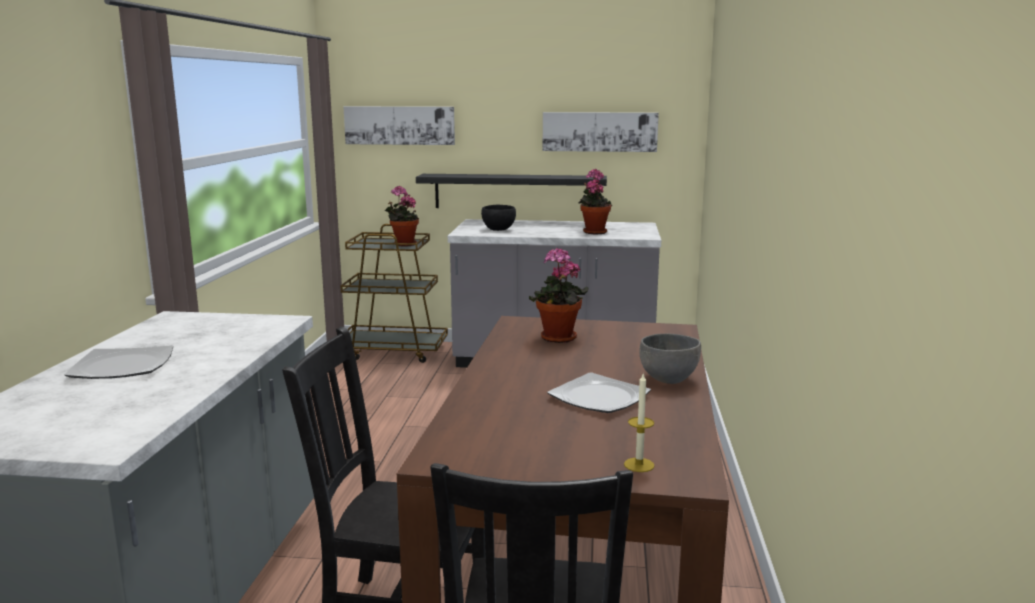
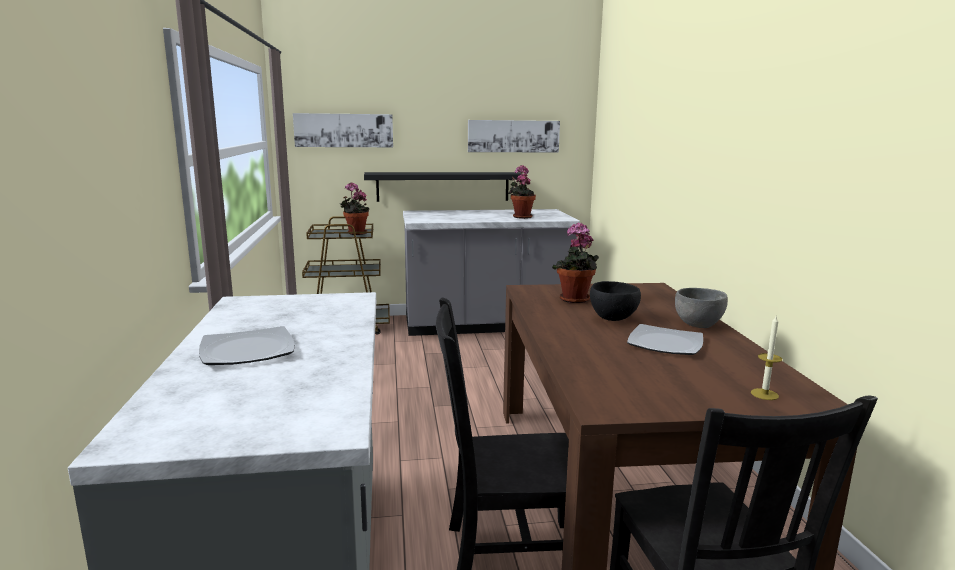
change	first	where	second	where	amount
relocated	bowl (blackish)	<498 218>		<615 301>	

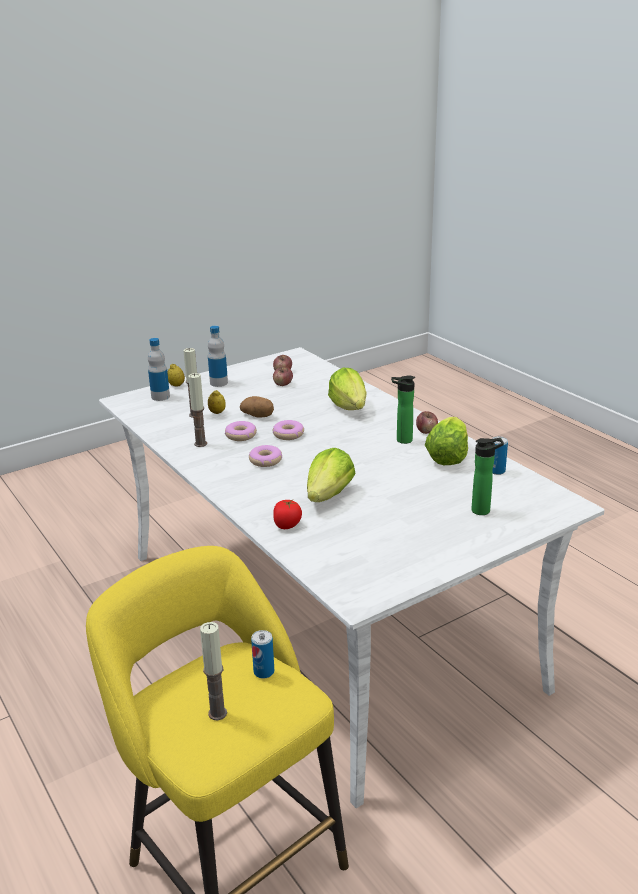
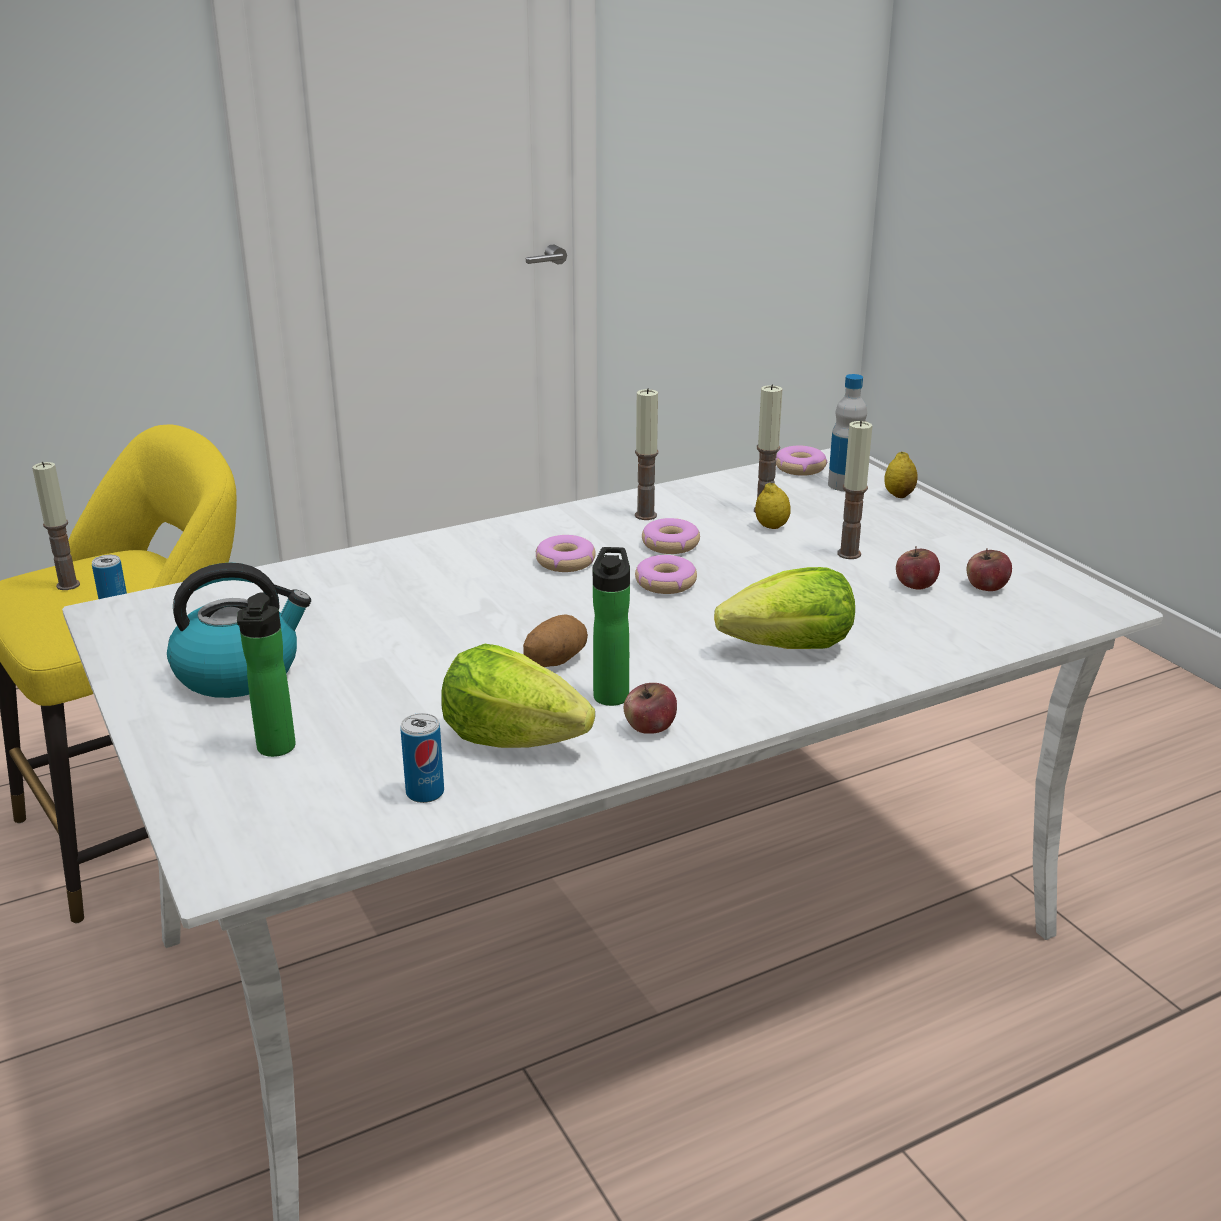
change	first	where	second	where	amount
missing	drink bottle	<218 356>			
relocated	potato	<257 407>		<555 640>	
missing	tomato	<287 514>			
missing	lettuce	<331 475>			
appeared			water kettle	<239 630>	
appeared			ring doughnut	<801 461>	
appeared			candle	<855 489>	

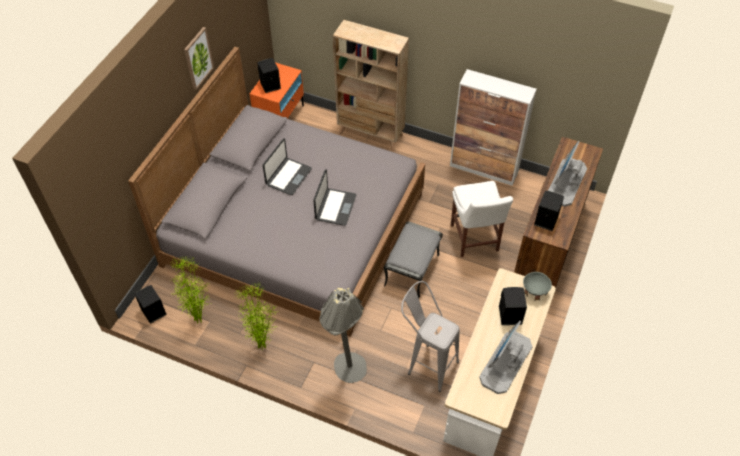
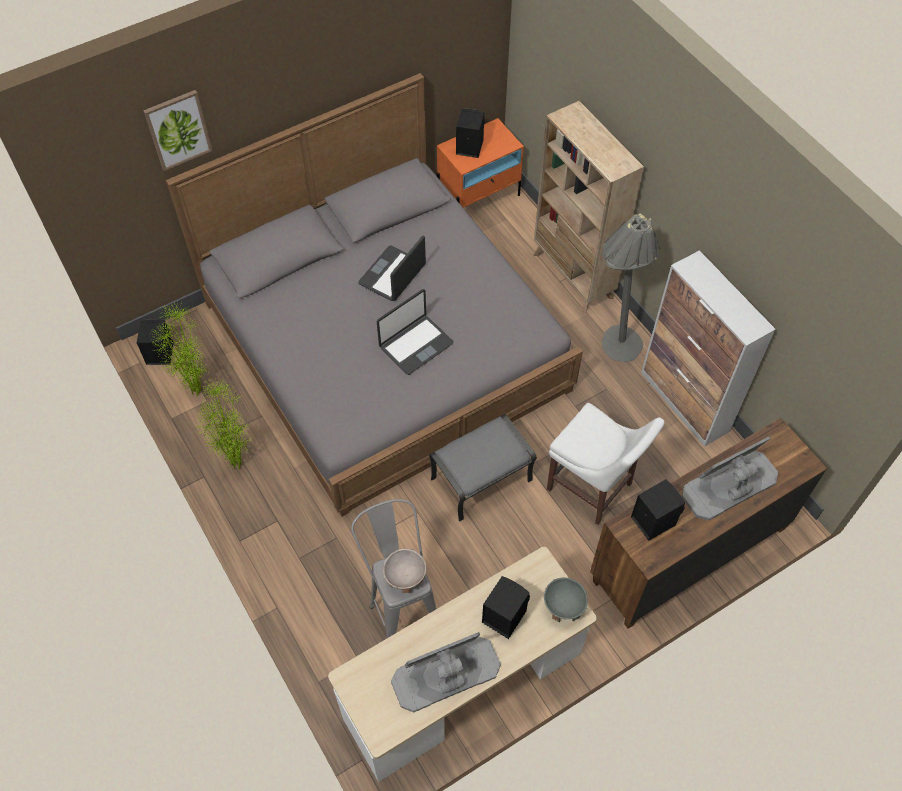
change	first	where	second	where	amount
relocated	picture	<199 58>		<178 130>	
spun	laptop	<287 166>		<392 268>	150 degrees clockwise
relocated	floor lamp (gray)	<343 335>		<631 288>	
spun	chair (whitish)	<482 219>		<606 464>	75 degrees counterclockwise
appeared			bowl (beige-coloured)	<404 571>	

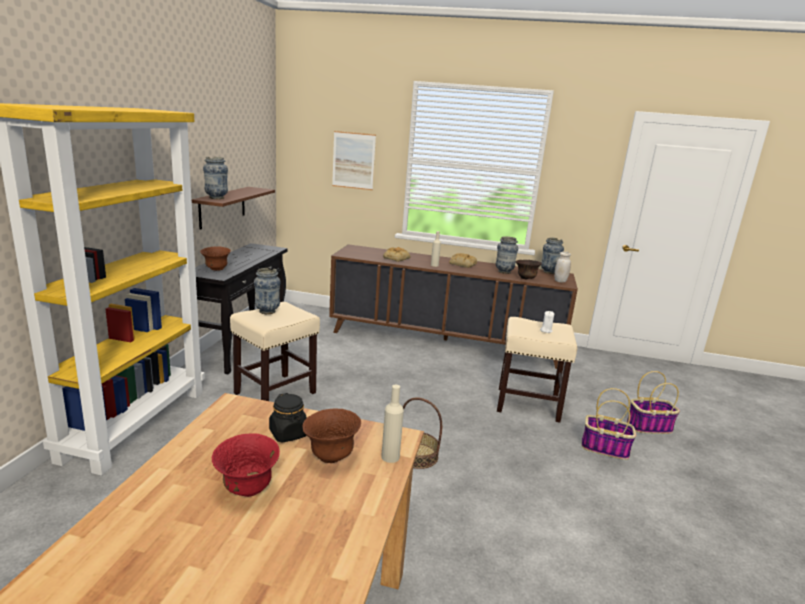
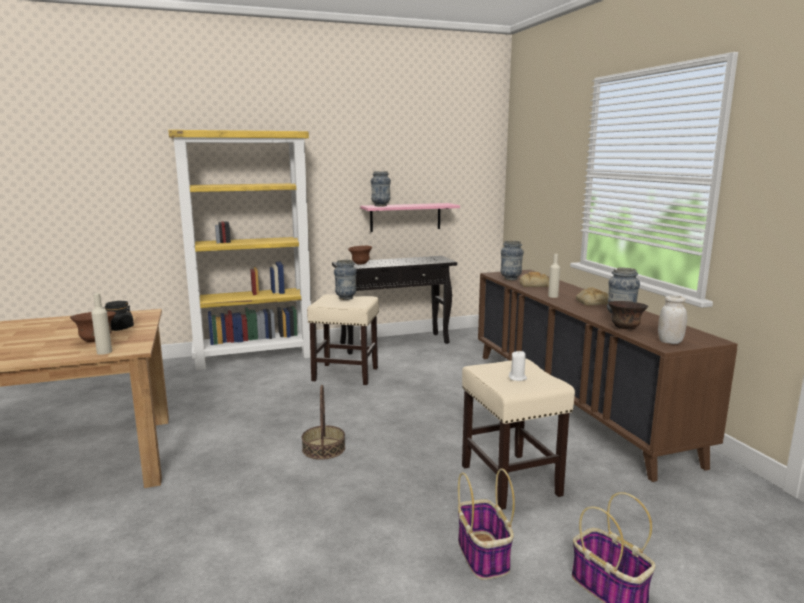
change	first	where	second	where	amount
colour	wall shelf (brownish)	<233 208>	wall shelf (pink-coloured)	<410 217>	
missing	bowl (reddish)	<246 465>			
missing	picture	<354 160>			
relocated	flower vase	<552 256>		<512 260>	

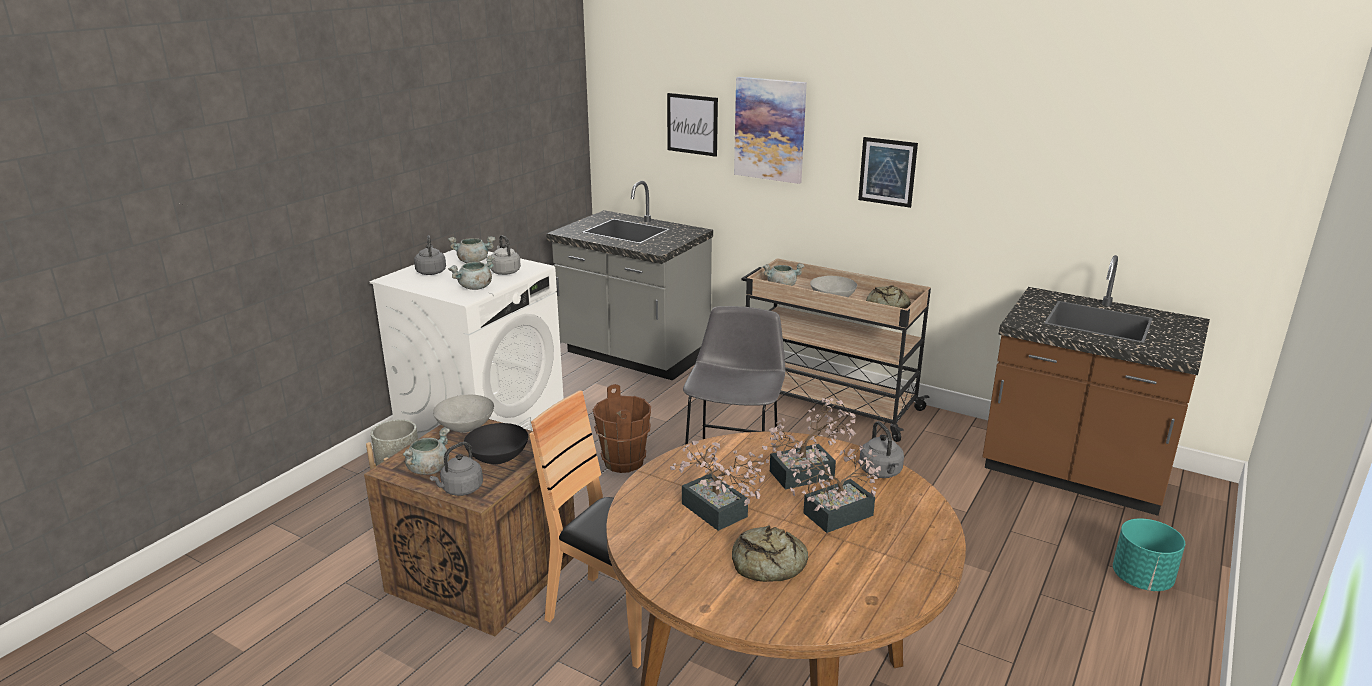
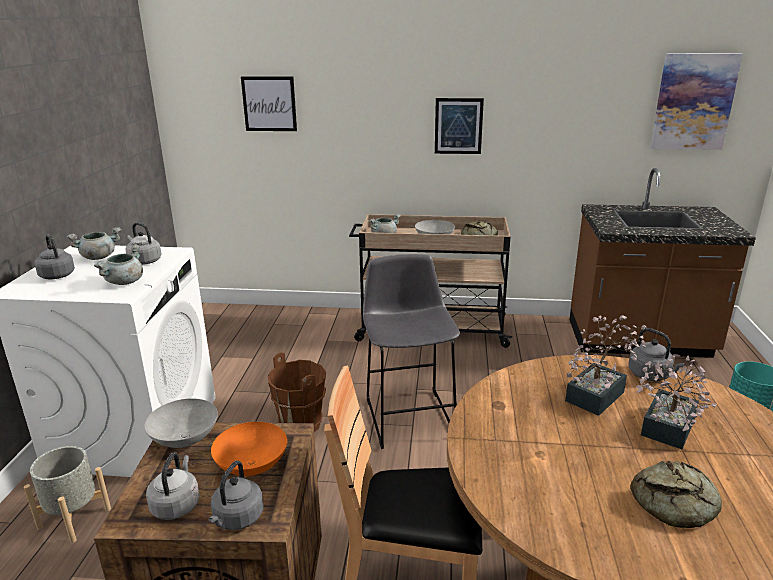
change	first	where	second	where	amount
exchanged	stockpot (gray)	<426 451>	water kettle (gray)	<173 486>	
colour	bowl (blackish)	<496 443>	bowl (orange)	<249 449>	
missing	kitchen counter (gray)	<629 281>			
missing	plant in a pot	<720 486>			
relocated	picture	<770 130>		<696 101>	

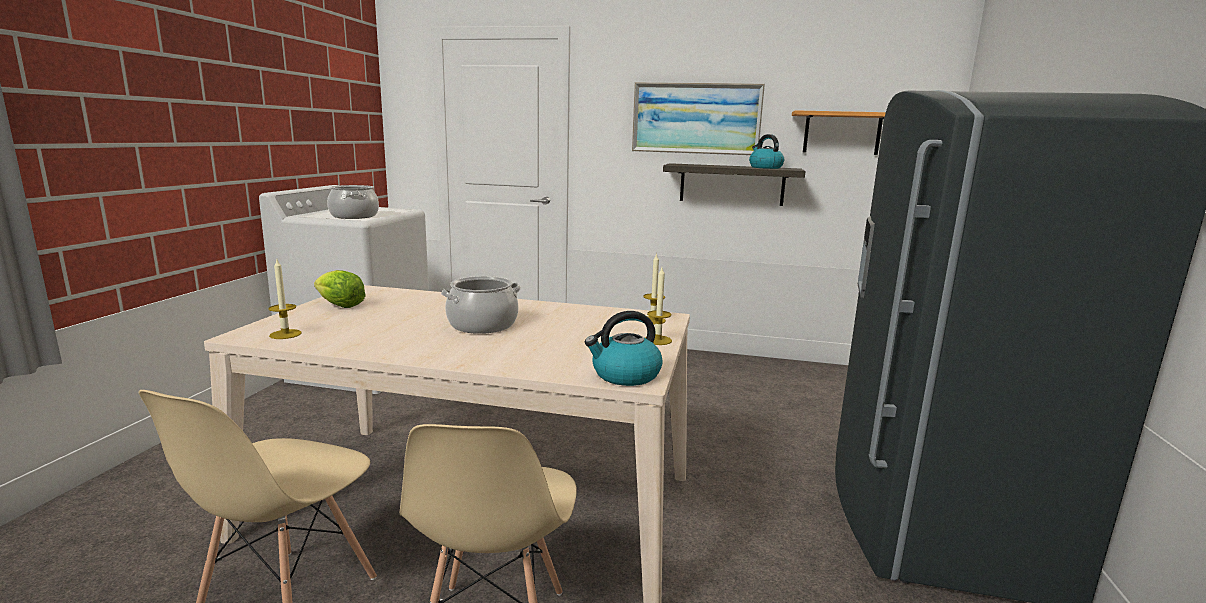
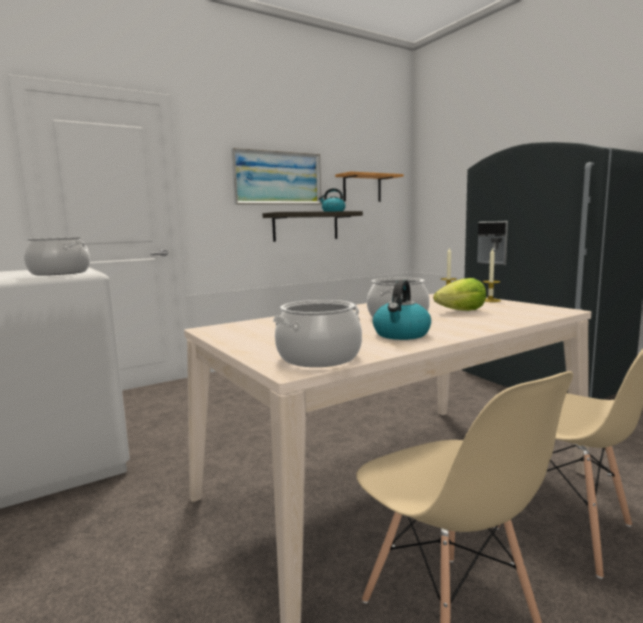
change	first	where	second	where	amount
exchanged	candle	<285 299>	stockpot	<317 333>	
relocated	lettuce	<340 289>		<459 294>	
relocated	water kettle	<624 348>		<402 310>	

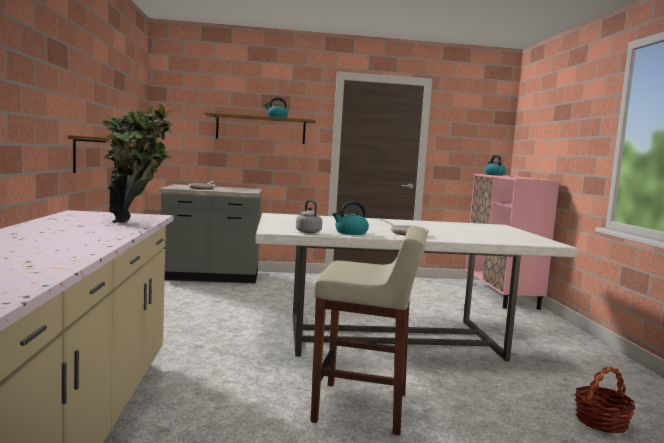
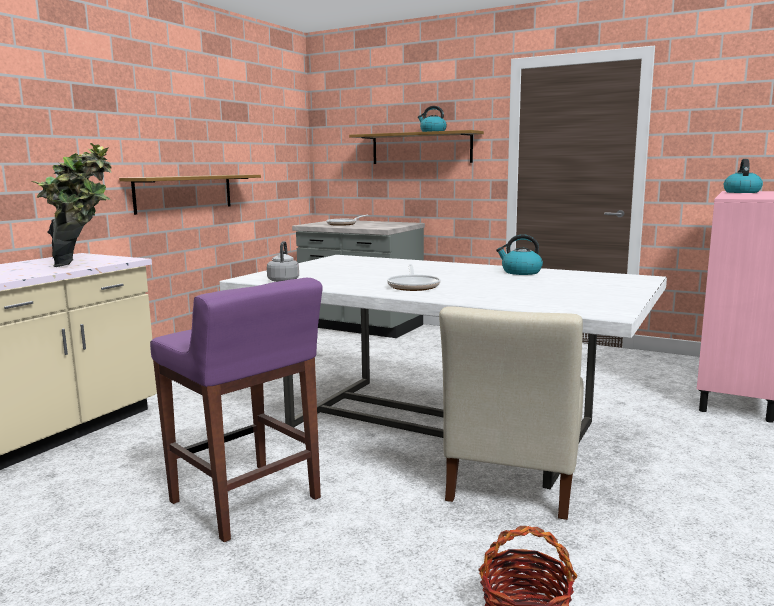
change	first	where	second	where	amount
colour	sitting stool (beige-coloured)	<369 330>	sitting stool (purplish)	<236 410>	
relocated	water kettle	<350 218>		<519 254>	
appeared			chair (beige-coloured)	<511 413>	

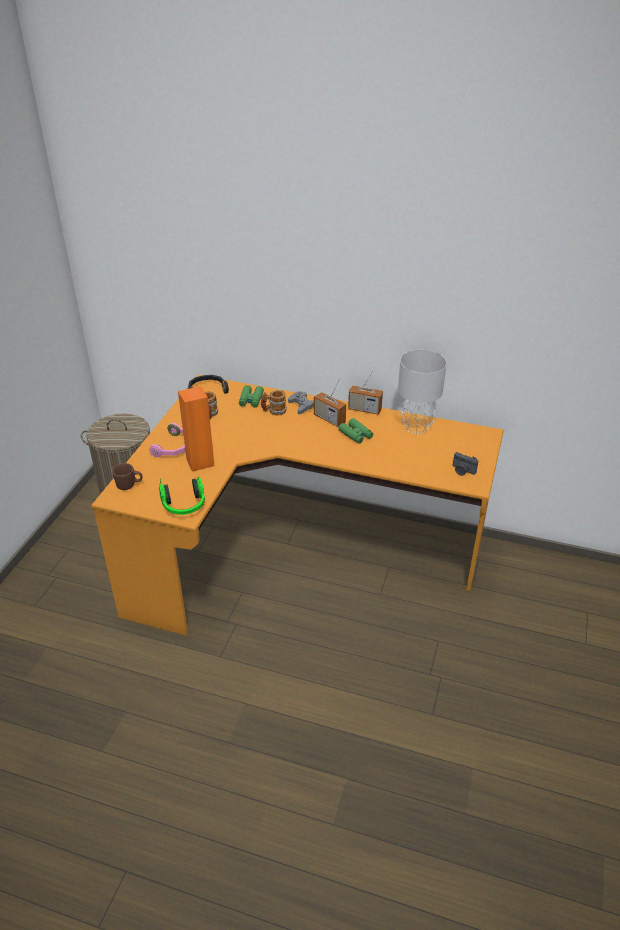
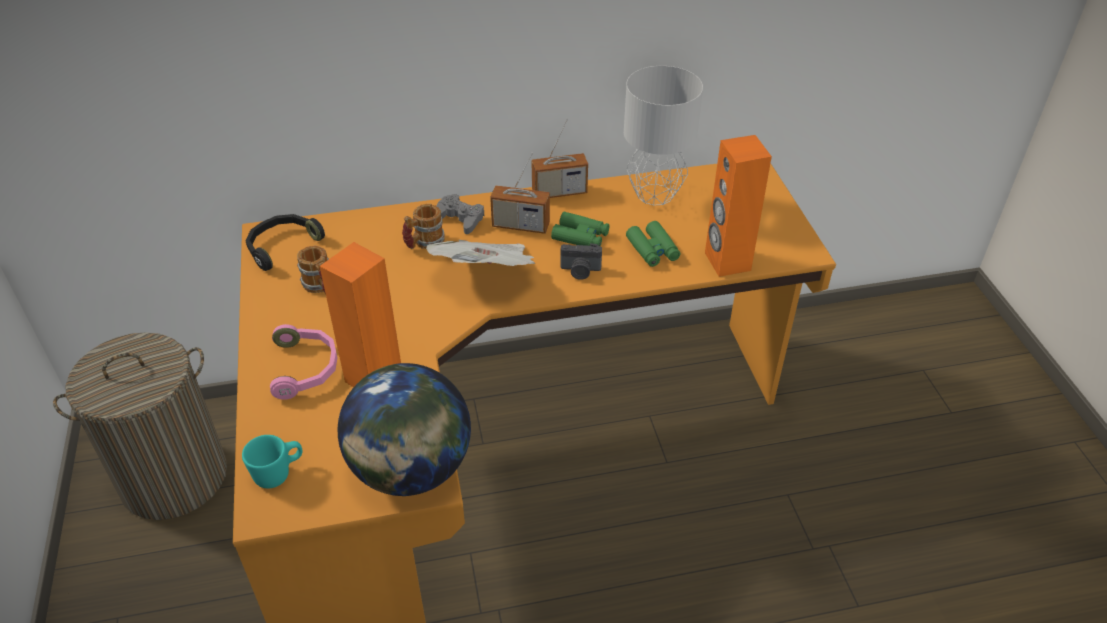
change	first	where	second	where	amount
colour	mug (brownish)	<127 476>	mug (turquoise-coloured)	<272 461>	
exchanged	pair of headphones	<182 496>	desk globe	<404 429>	
relocated	binoculars (green)	<251 396>		<653 244>	
relocated	still camera	<465 464>		<581 261>	
appeared			daily paper	<480 253>	
appeared			speaker (orange)	<738 206>	

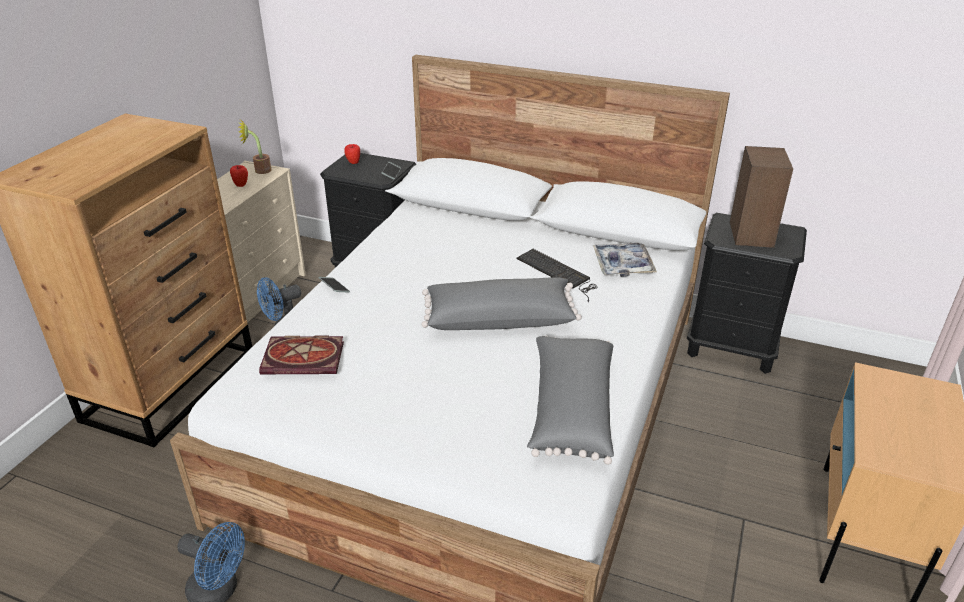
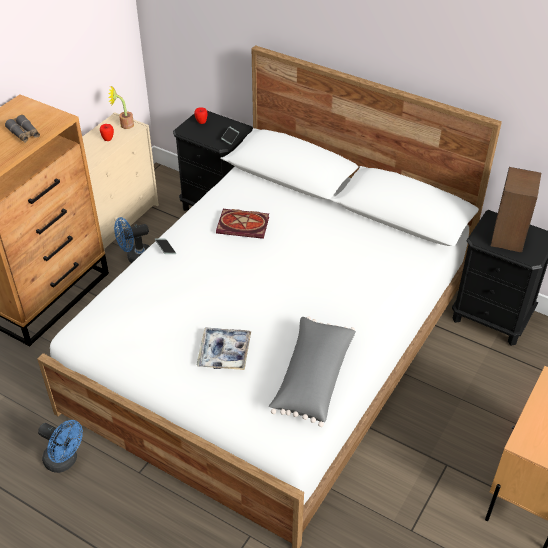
change	first	where	second	where	amount
relocated	volume	<301 354>		<242 224>	
missing	cushion (gray)	<501 303>			
missing	computer keyboard	<557 275>			
relocated	serving tray	<625 260>		<224 349>	
appeared			binoculars (gray)	<22 128>	

